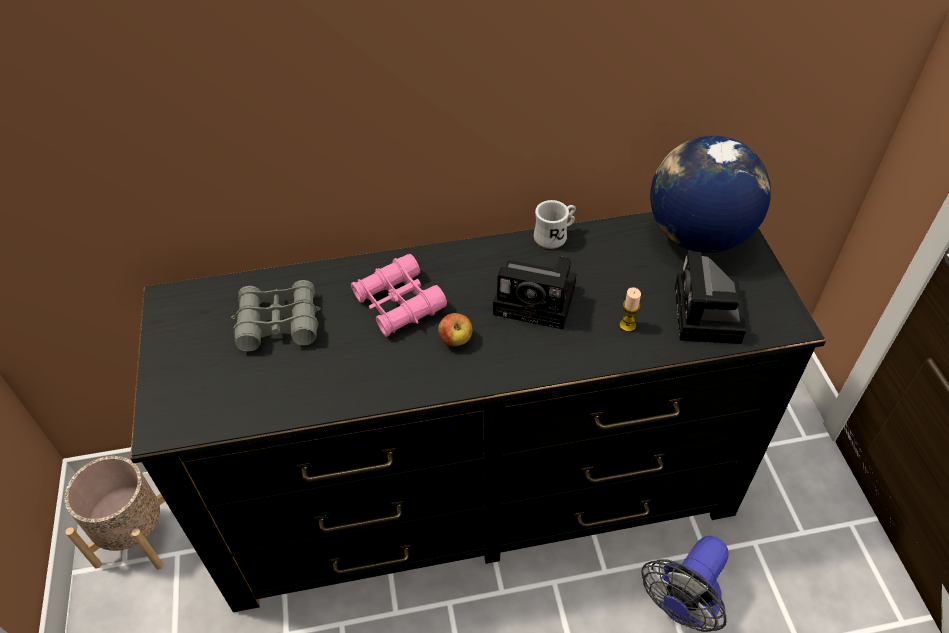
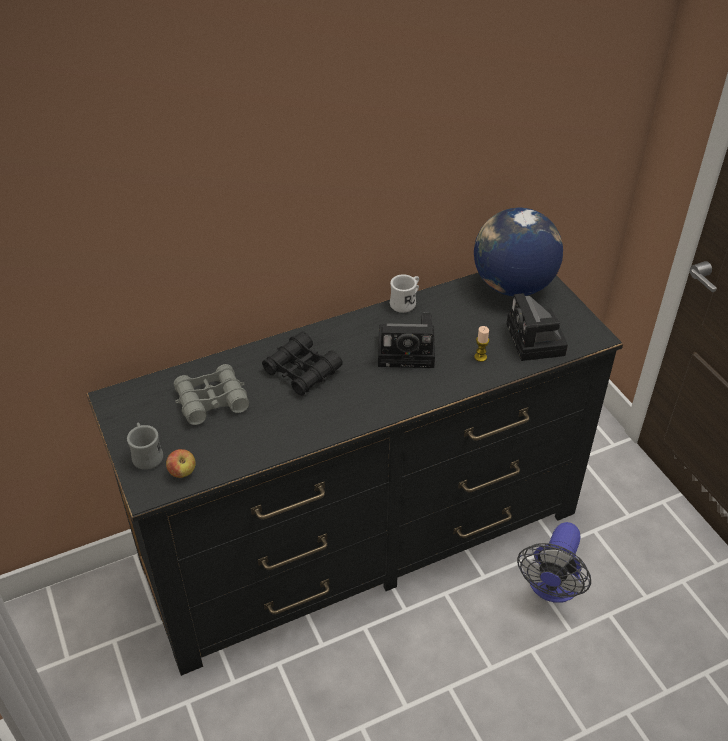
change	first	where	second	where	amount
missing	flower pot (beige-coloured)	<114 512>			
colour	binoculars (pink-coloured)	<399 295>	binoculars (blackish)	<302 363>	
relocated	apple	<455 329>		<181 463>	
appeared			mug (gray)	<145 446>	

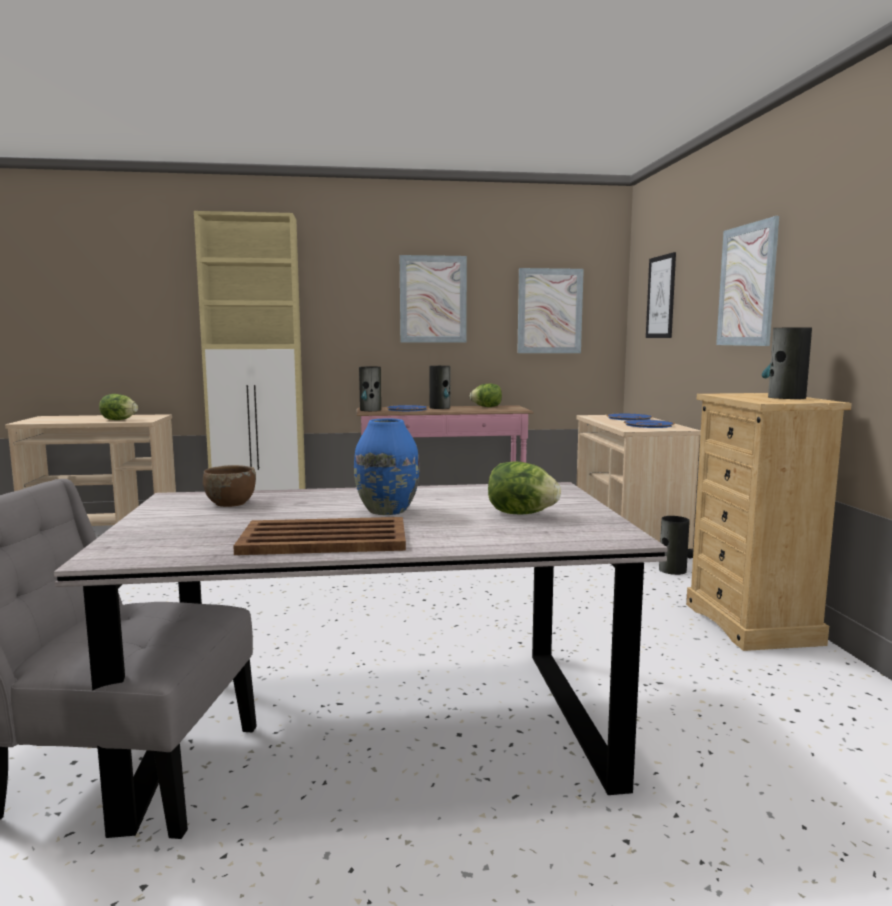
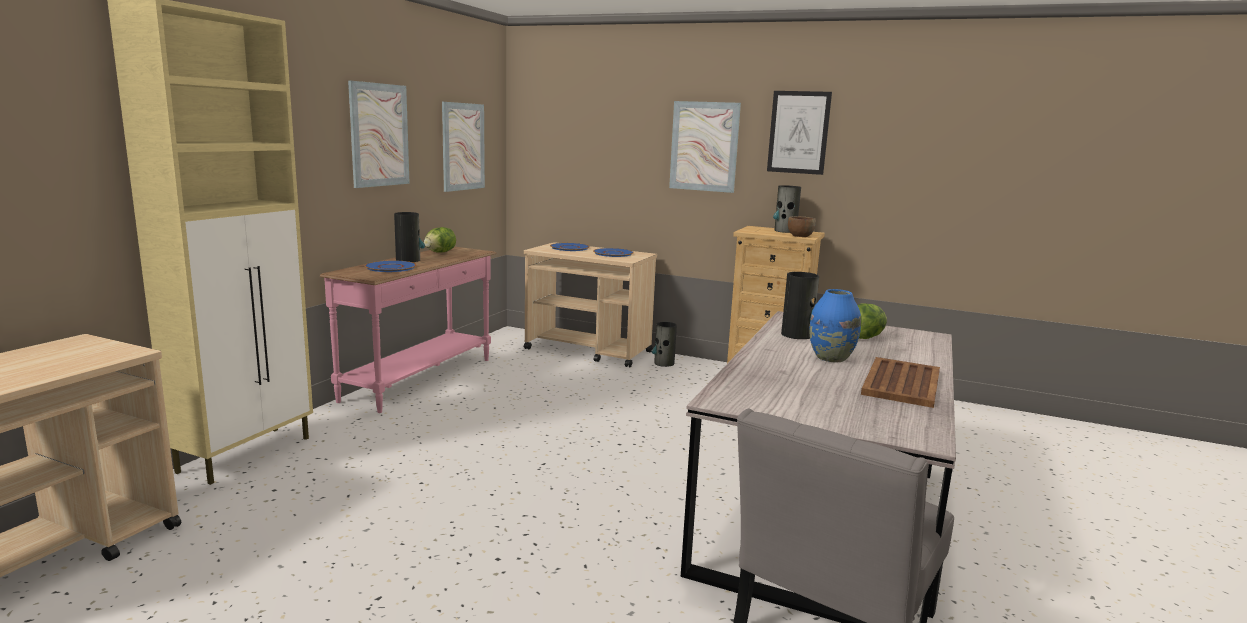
change	first	where	second	where	amount
missing	lettuce	<118 407>			
relocated	bowl (brownish)	<229 486>		<802 226>	
relocated	flower vase	<370 389>		<800 305>	
relocated	picture	<661 295>		<799 133>	

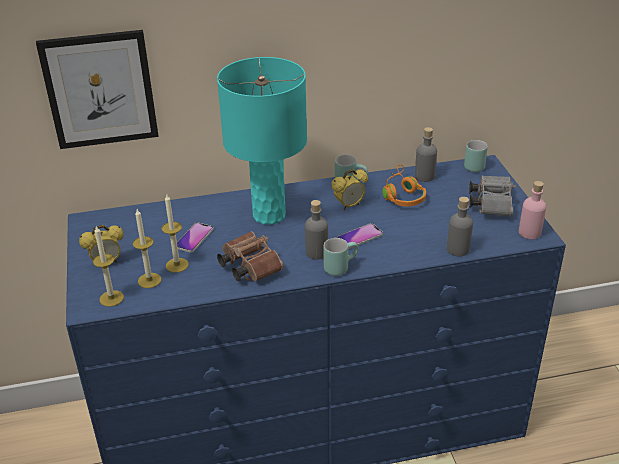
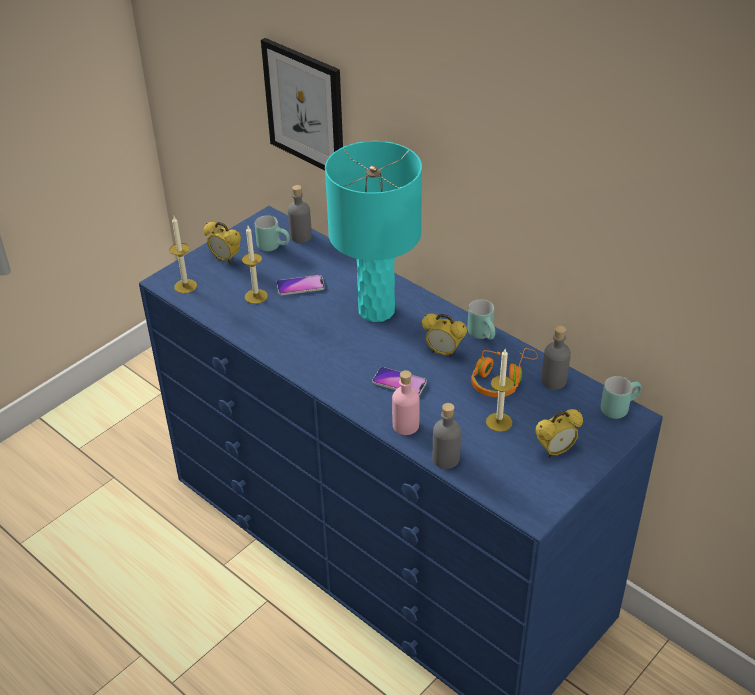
change	first	where	second	where	amount
relocated	candle	<147 248>		<500 390>	
missing	binoculars (brownish)	<250 256>			
relocated	drink bottle (gray)	<316 230>		<300 214>	
relocated	mug (turquoise-coloured)	<340 257>		<272 233>	
exchanged	binoculars (gray)	<492 196>	table clock	<559 433>	
relocated	drink bottle (pink-coloured)	<532 210>		<406 402>	

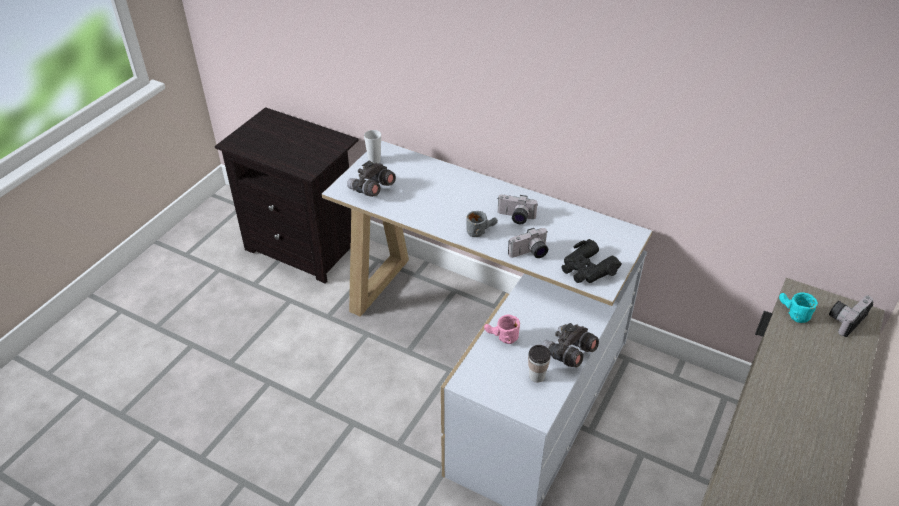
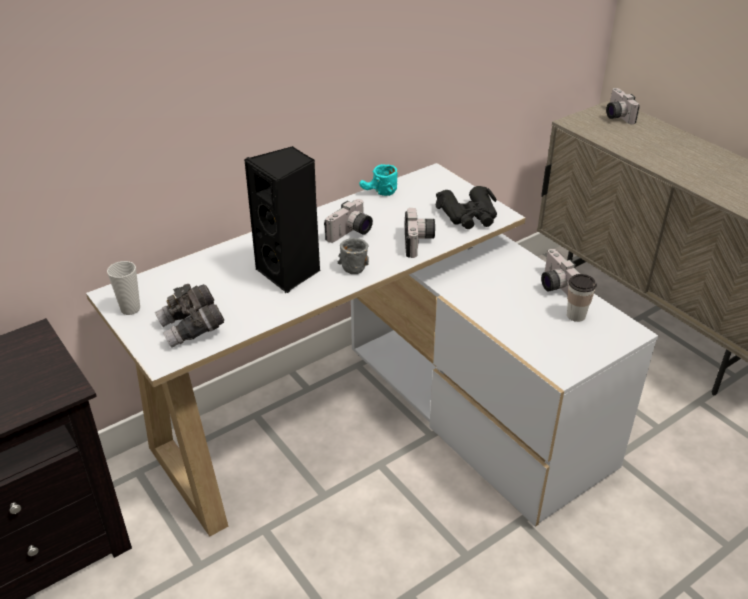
change	first	where	second	where	amount
missing	mug (pink-coloured)	<502 329>			
exchanged	binoculars (gray)	<570 345>	still camera	<560 272>	
relocated	mug (turquoise-coloured)	<798 308>		<378 180>	
appeared			speaker (blackish)	<282 219>	

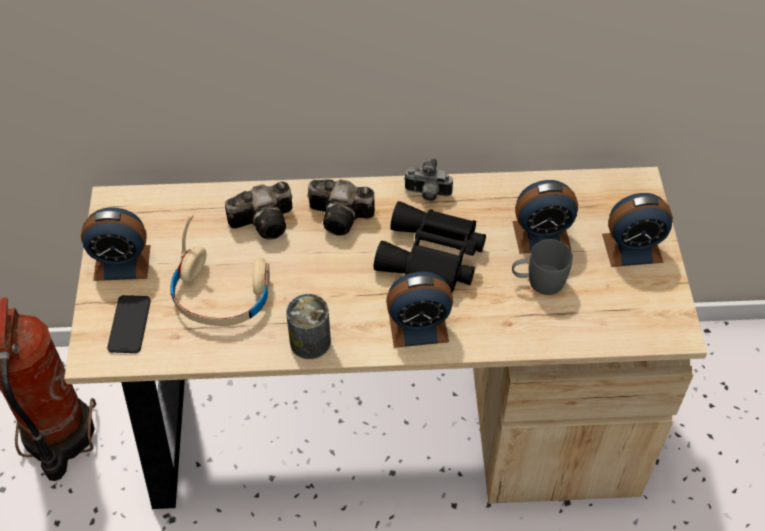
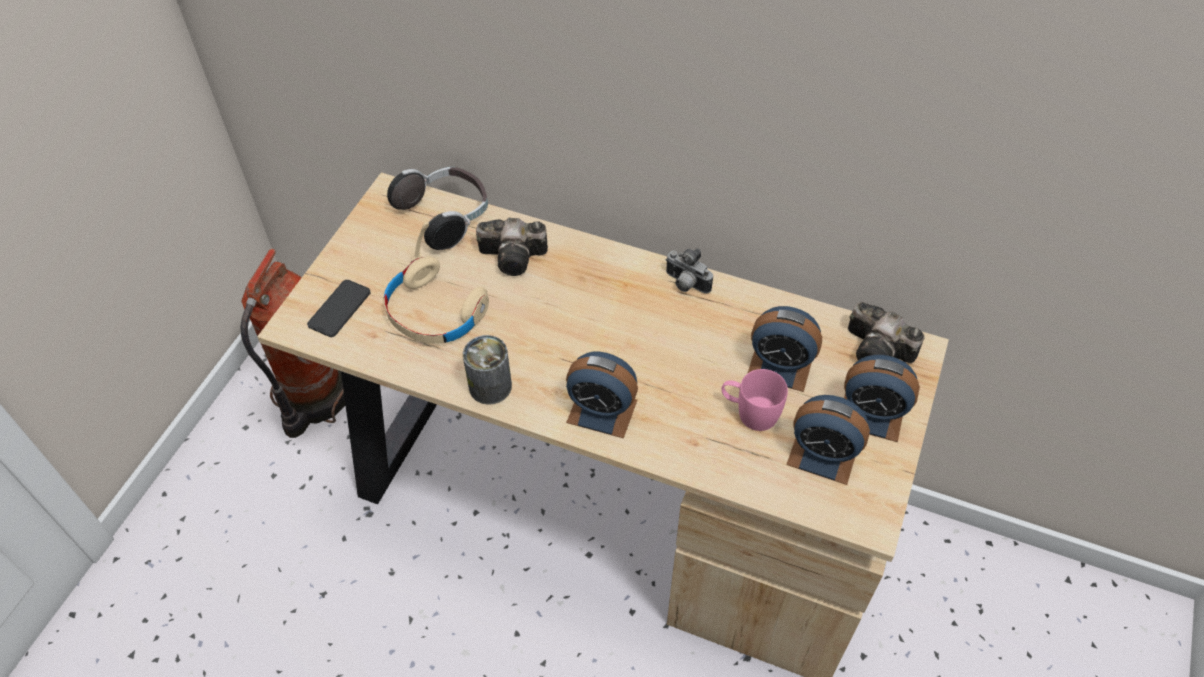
change	first	where	second	where	amount
relocated	table clock	<116 244>		<828 440>	
relocated	still camera	<341 207>		<886 332>	
missing	binoculars (blackish)	<430 247>			
colour	mug (gray)	<542 267>	mug (pink-coloured)	<755 400>	
appeared			pair of headphones	<437 208>	

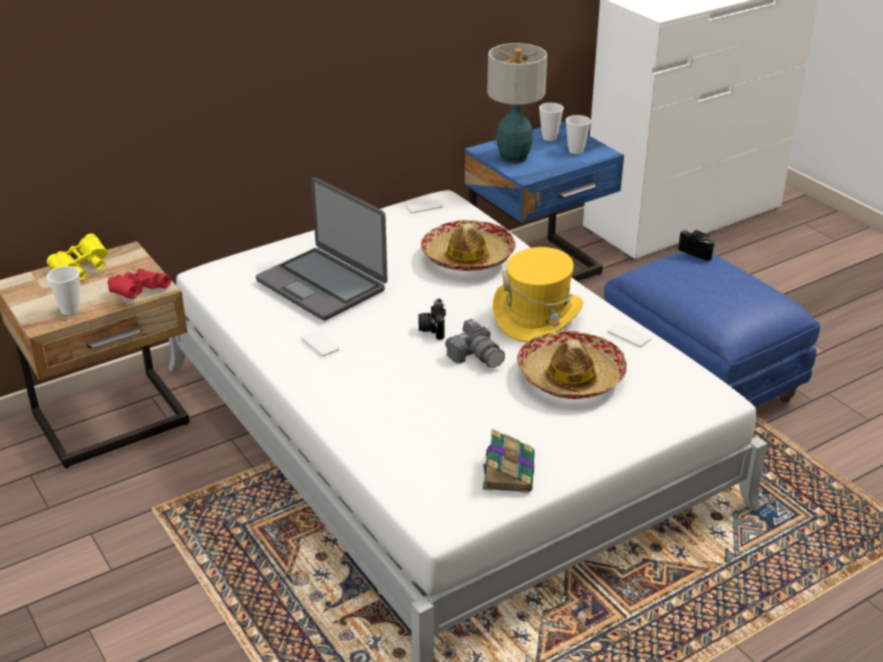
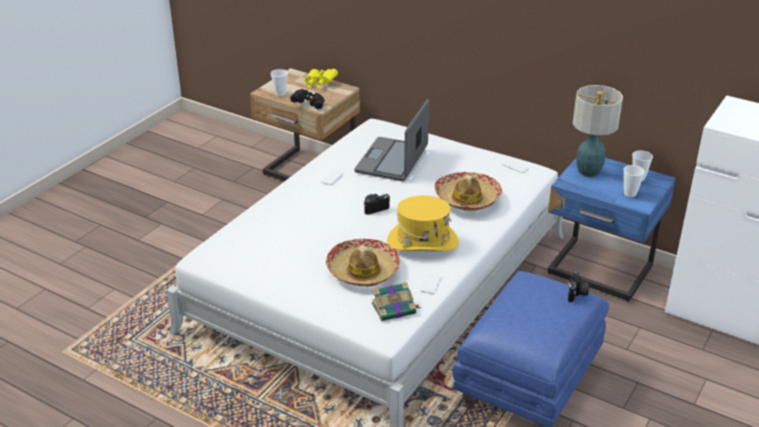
change	first	where	second	where	amount
colour	binoculars (reddish)	<139 284>	binoculars (blackish)	<307 99>	
missing	still camera	<475 343>			
relocated	volume	<509 461>		<396 301>	

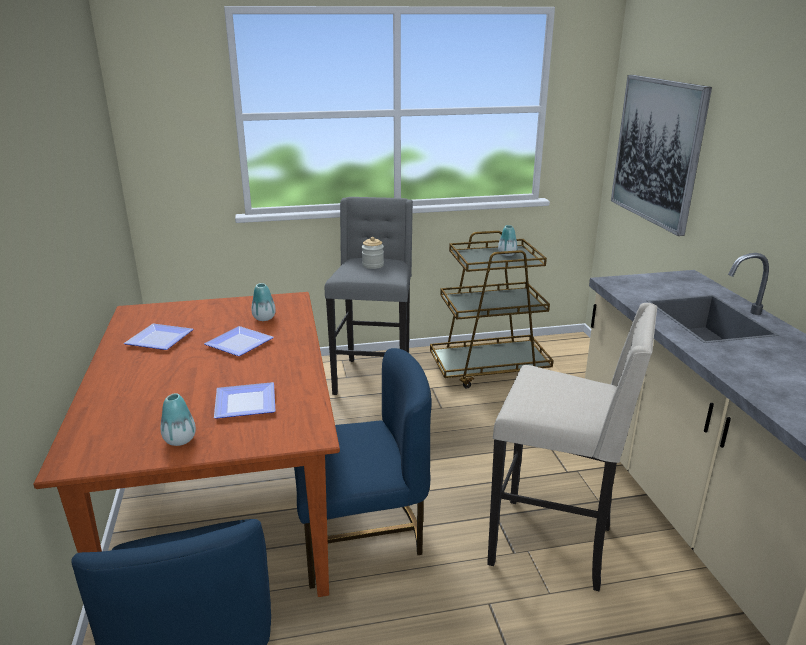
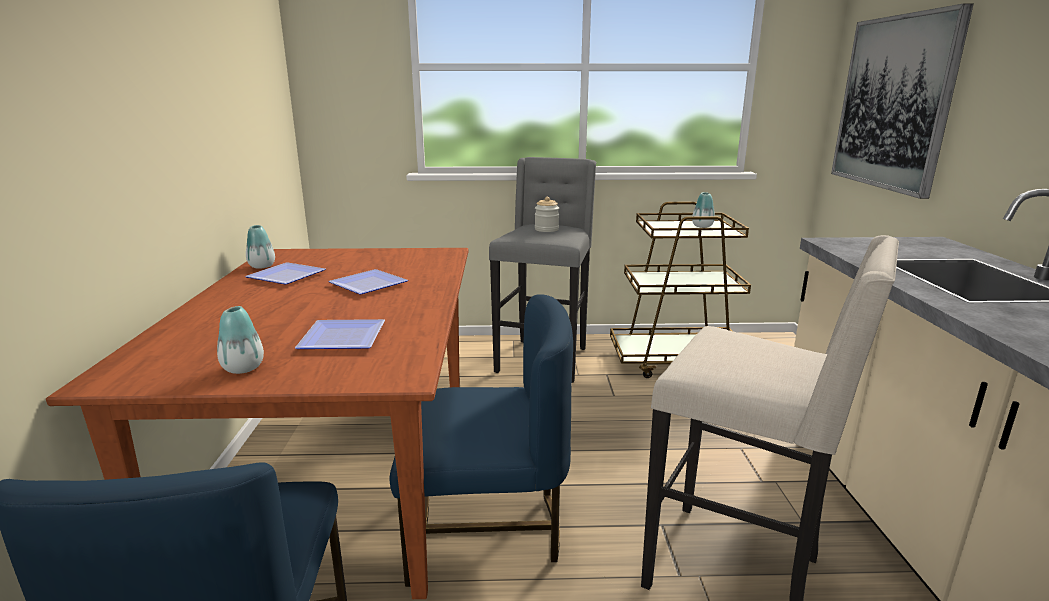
change	first	where	second	where	amount
relocated	flower vase	<264 302>		<260 247>	

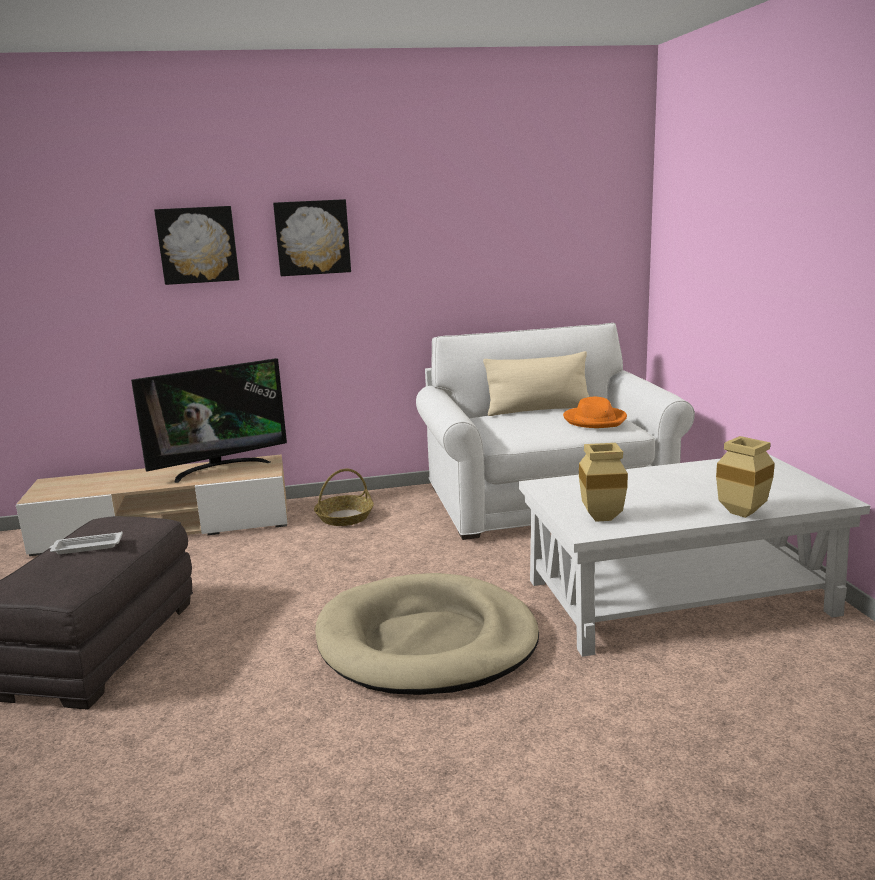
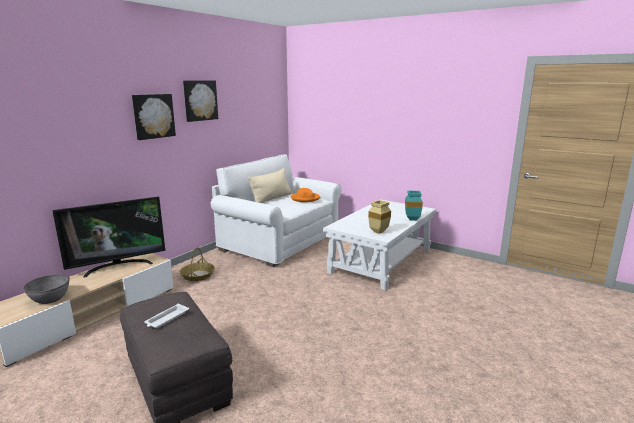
change	first	where	second	where	amount
spun	TV	<209 420>		<109 237>	45 degrees clockwise
relocated	picture	<196 245>		<200 101>	
missing	pet bed (beige-coloured)	<427 634>			
colour	flower vase (beige-coloured)	<745 477>	flower vase (turquoise-coloured)	<414 206>	
appeared			bowl (gray)	<46 289>	

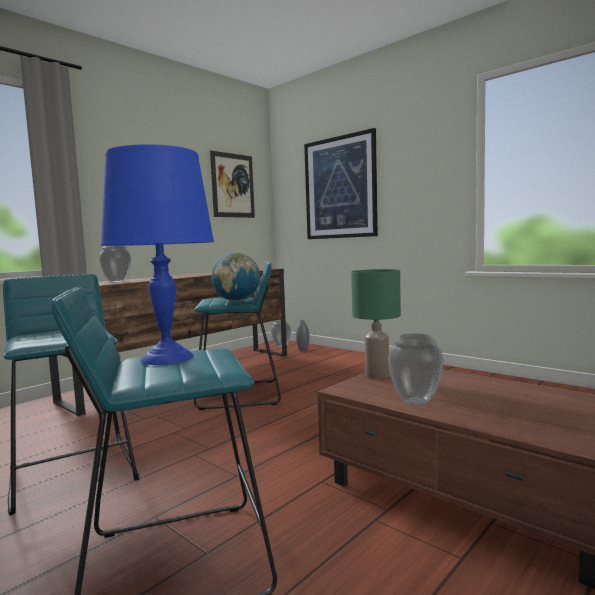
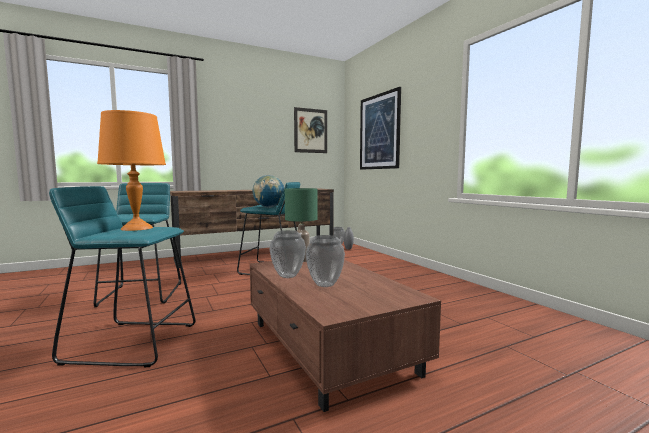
change	first	where	second	where	amount
relocated	flower vase	<115 264>		<325 261>	
colour	tabletop lamp (blue-coloured)	<157 254>	tabletop lamp (orange)	<131 170>	

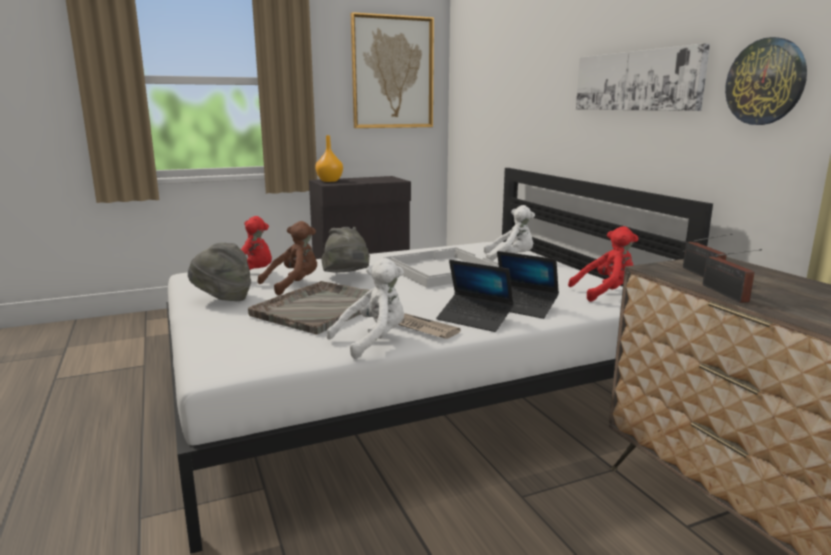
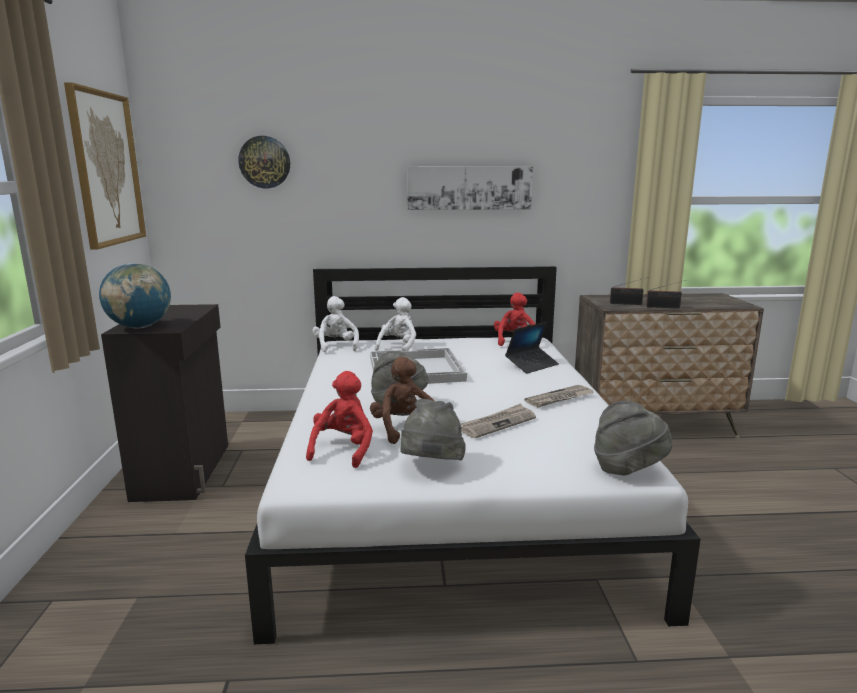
change	first	where	second	where	amount
exchanged	serving tray (gray)	<309 307>	daily paper	<498 420>	
exchanged	flower vase (orange)	<329 158>	desk globe	<135 296>	
relocated	cuddly toy (whitish)	<365 308>		<335 324>	
missing	laptop	<475 296>			
relocated	hanging clock	<766 81>		<264 162>	
appeared			wearable hat (gray)	<633 438>	

